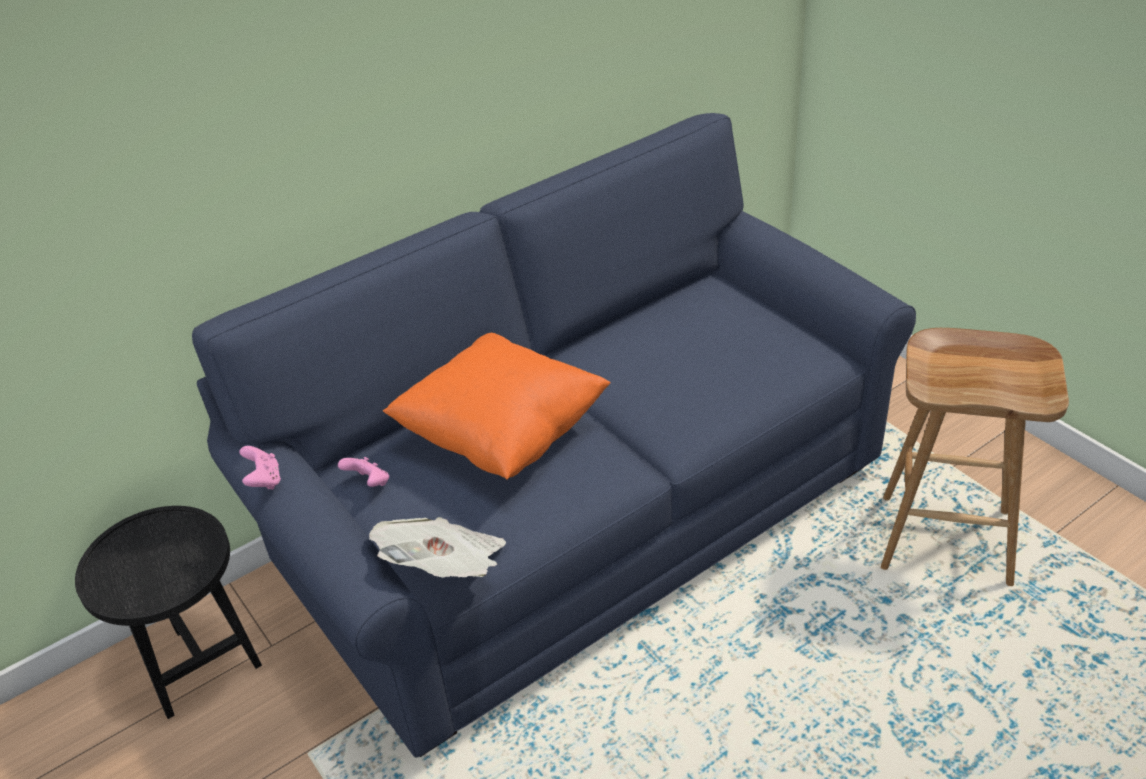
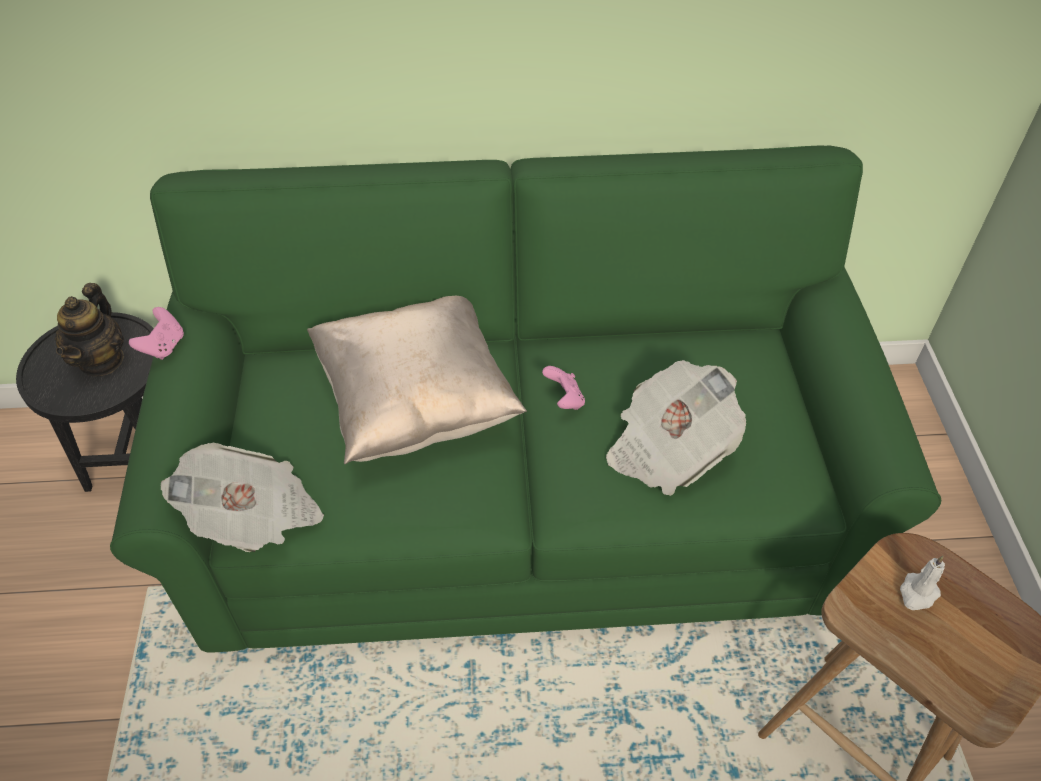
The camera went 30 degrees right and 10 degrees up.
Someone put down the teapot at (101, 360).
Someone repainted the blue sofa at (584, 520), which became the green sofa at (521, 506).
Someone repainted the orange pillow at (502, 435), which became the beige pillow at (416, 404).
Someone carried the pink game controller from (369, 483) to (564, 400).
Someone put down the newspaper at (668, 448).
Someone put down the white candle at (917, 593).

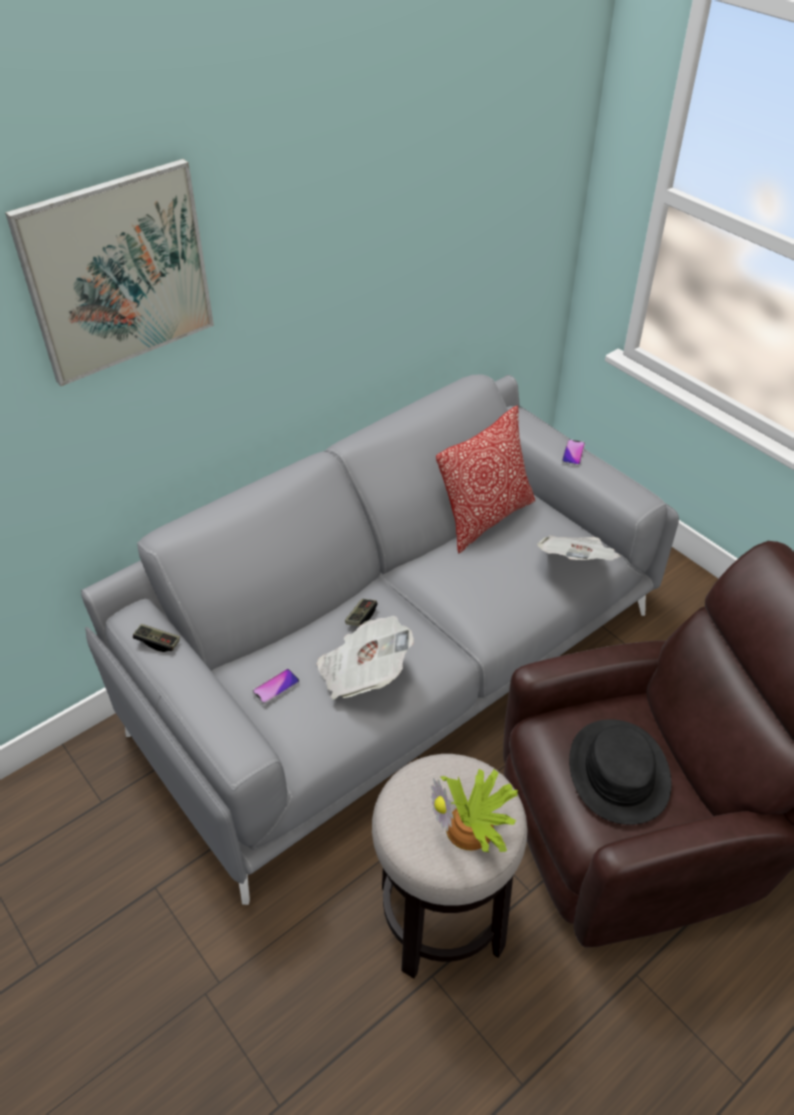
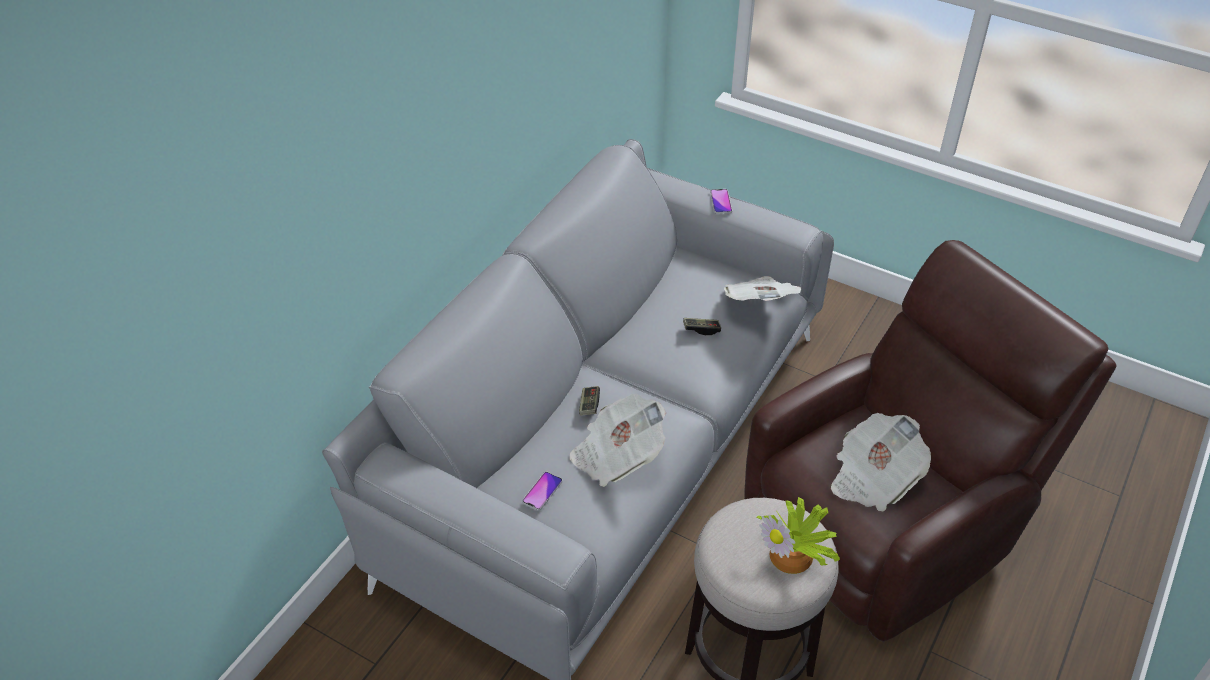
The camera went 20 degrees left and 0 degrees up.
Someone carried the game controller from (157, 642) to (701, 329).
Someone swapped the black hat at (618, 772) for the newspaper at (873, 477).
Someone took away the picture at (118, 273).
Someone took away the pillow at (485, 518).

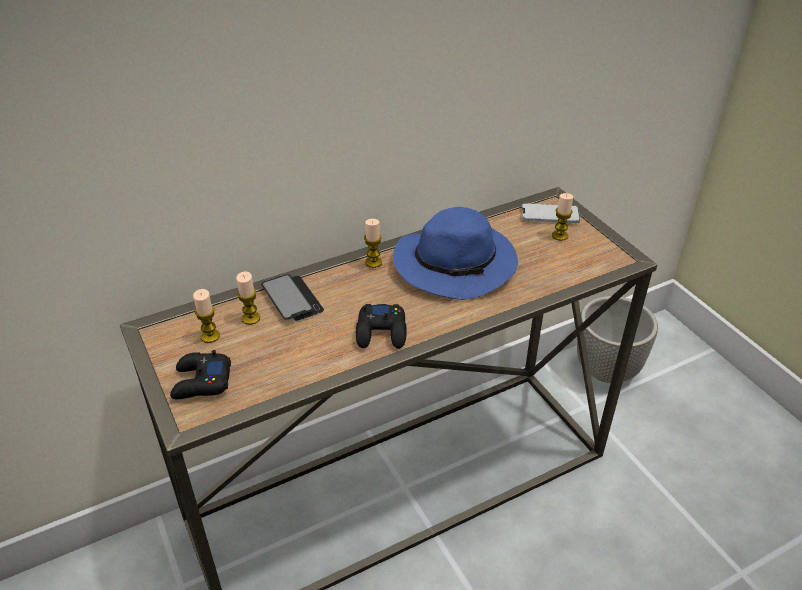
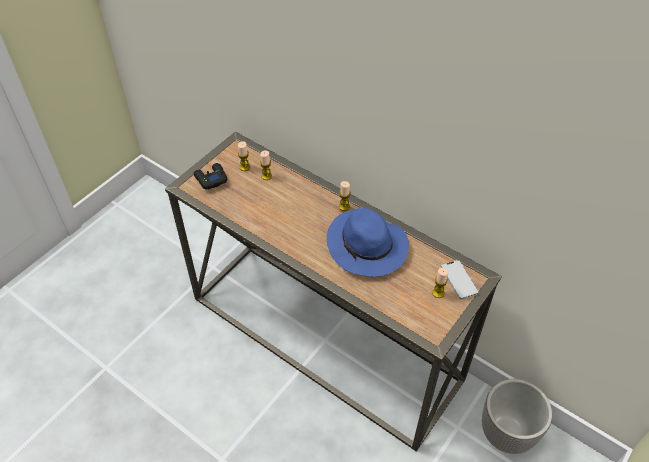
The camera went 65 degrees right and 10 degrees up.
Someone took away the phone at (292, 299).
Someone took away the black game controller at (382, 332).

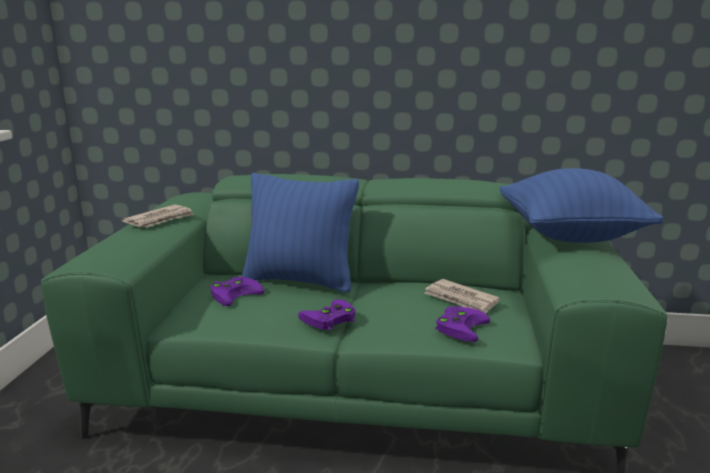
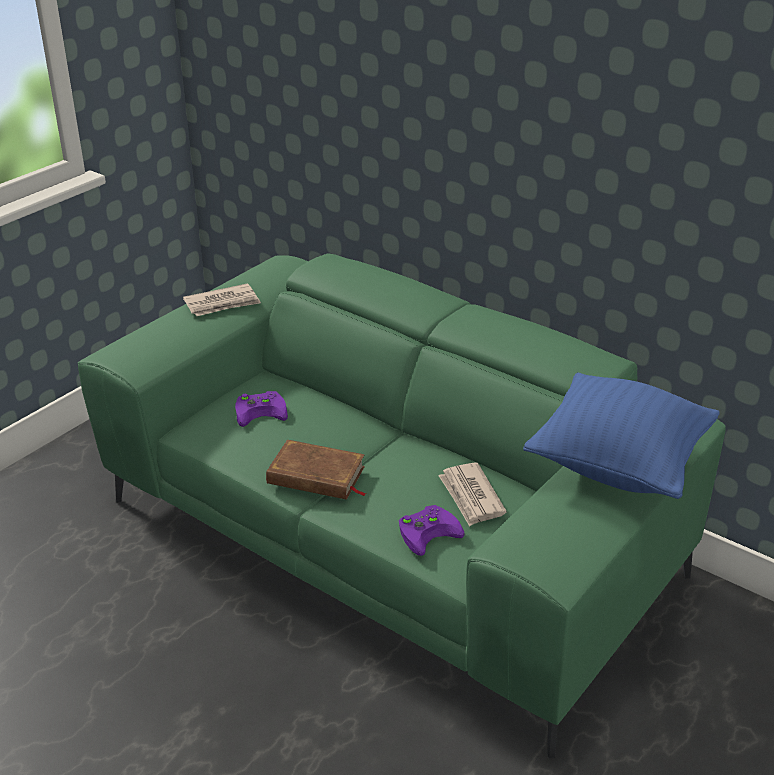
The camera went 30 degrees right and 15 degrees up.
Someone swapped the purple game controller at (328, 319) for the brown book at (316, 476).
Someone took away the blue pillow at (300, 280).

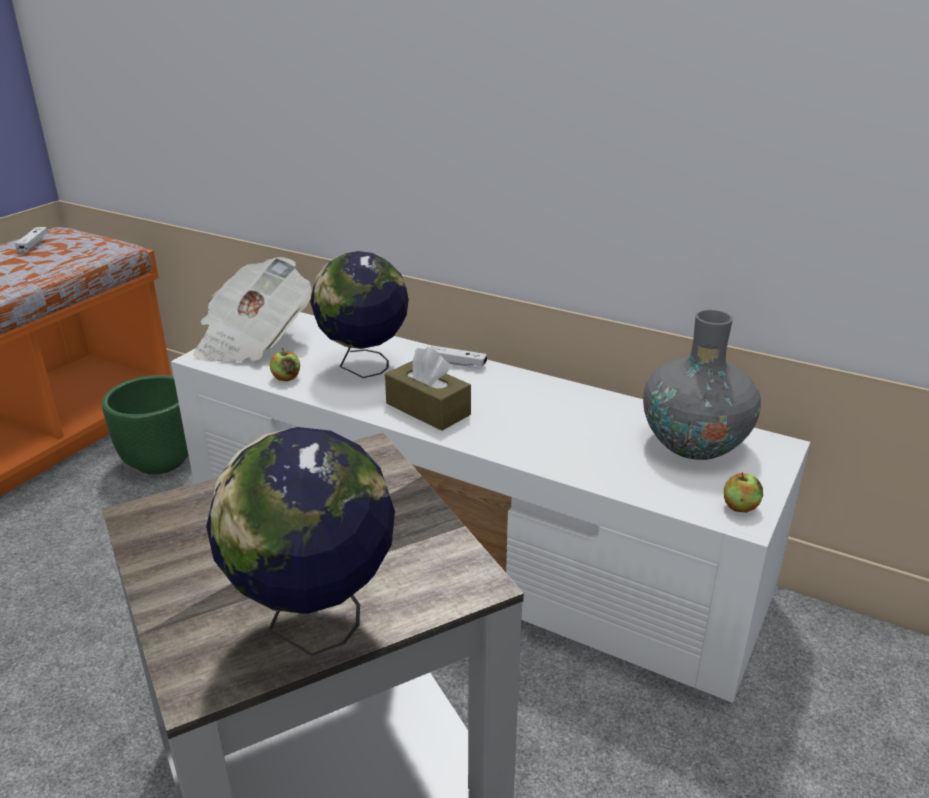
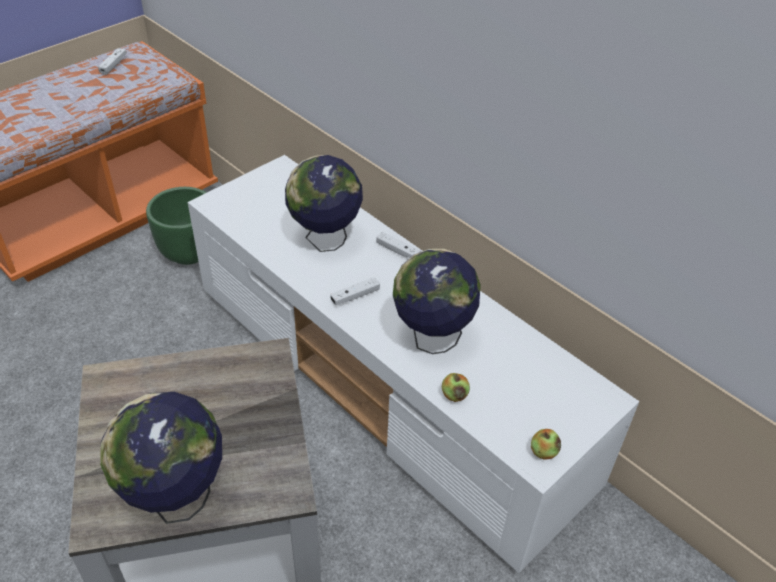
The camera went 15 degrees right and 15 degrees up.
Someone swapped the brown tissue box at (428, 409) for the white game controller at (355, 296).
Someone put down the globe at (431, 338).
Someone carried the apple from (286, 378) to (454, 395).
Someone took away the newspaper at (253, 341).
Someone took away the grey vase at (694, 443).

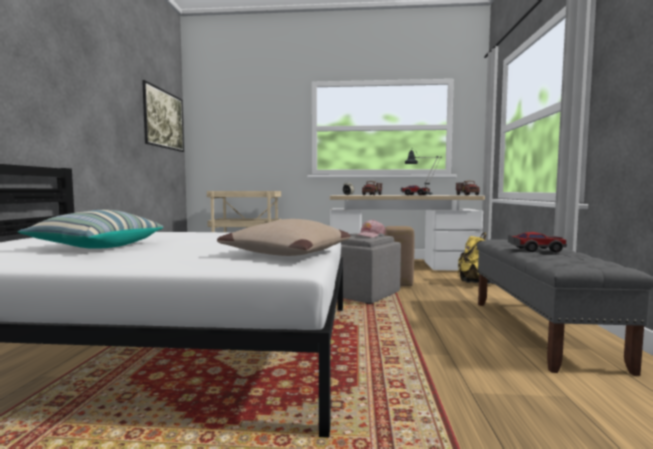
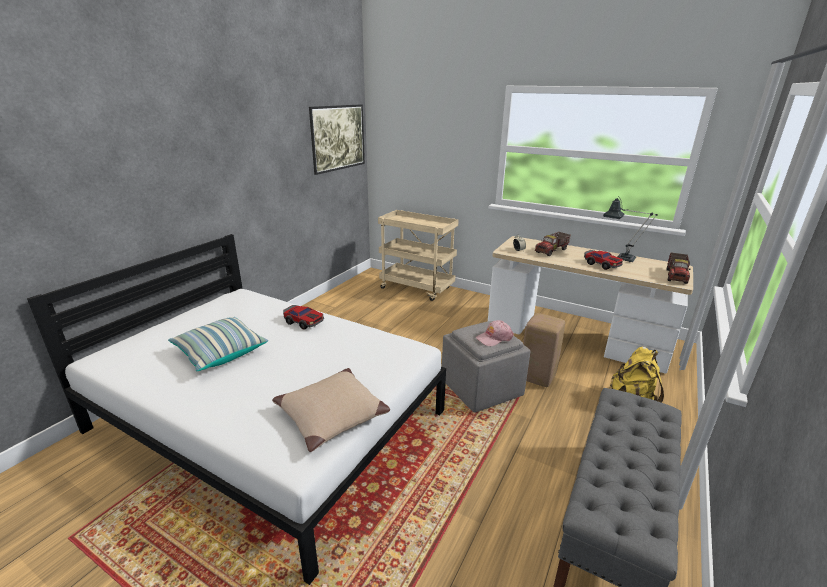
The camera went 25 degrees right and 20 degrees up.
Someone carried the toy car from (536, 249) to (304, 321).

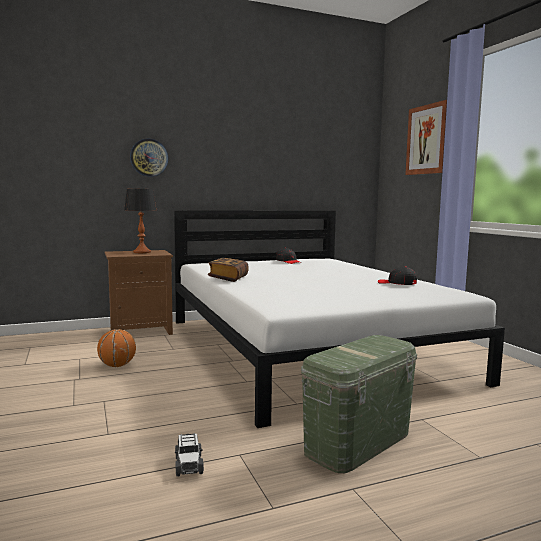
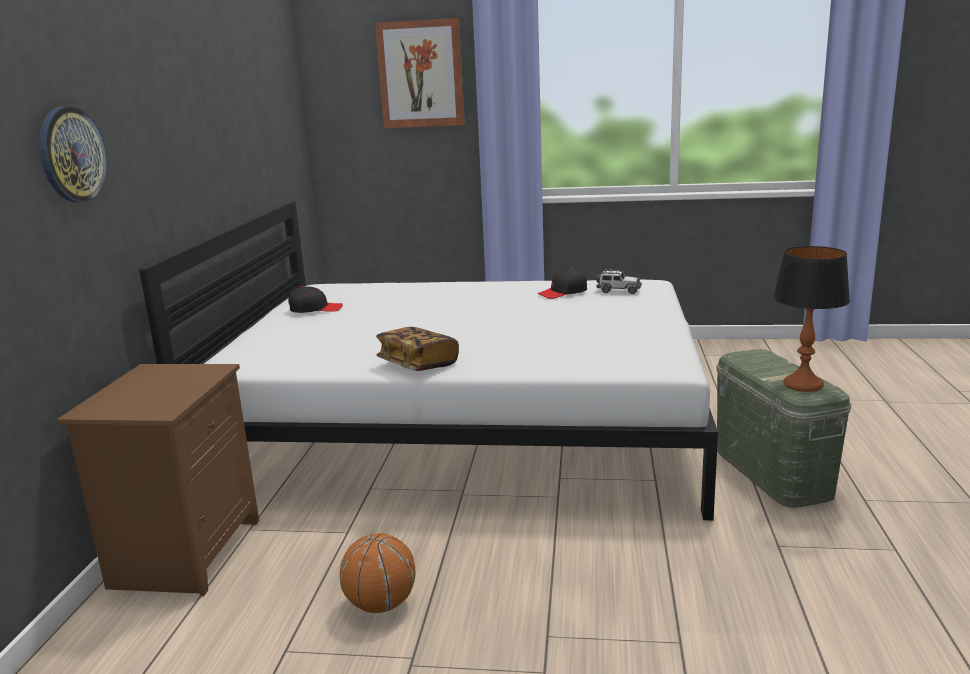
The camera went 60 degrees left and 10 degrees up.
Someone carried the toy car from (188, 464) to (618, 291).
Someone carried the table lamp from (142, 252) to (803, 384).

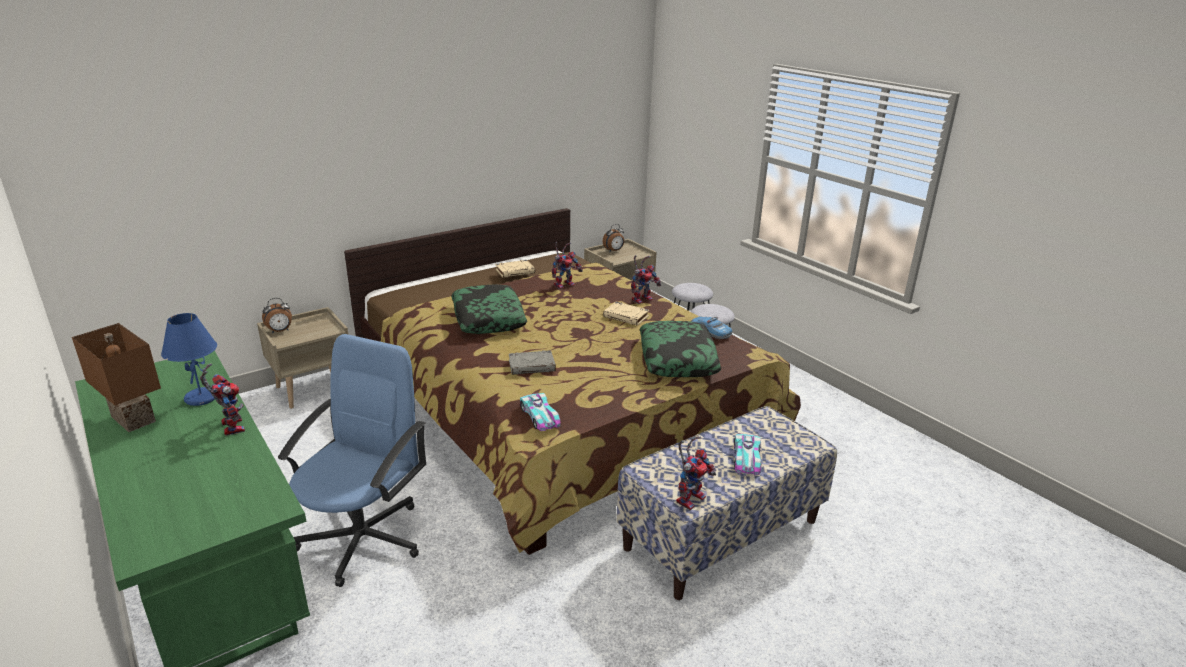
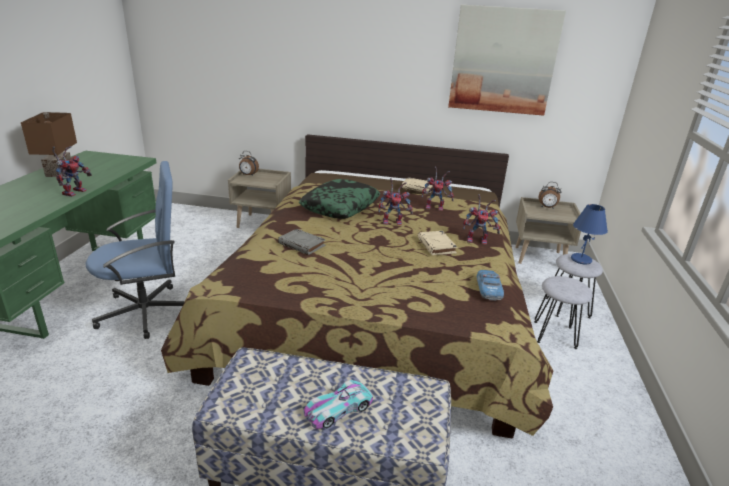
The camera went 45 degrees right and 0 degrees up.
Someone carried the toy robot from (690, 497) to (393, 222).
Someone put up the picture at (503, 61).
Someone carried the blue table lamp from (201, 398) to (581, 259).
Someone took away the toy car at (540, 416).
Someone took away the pillow at (678, 359).

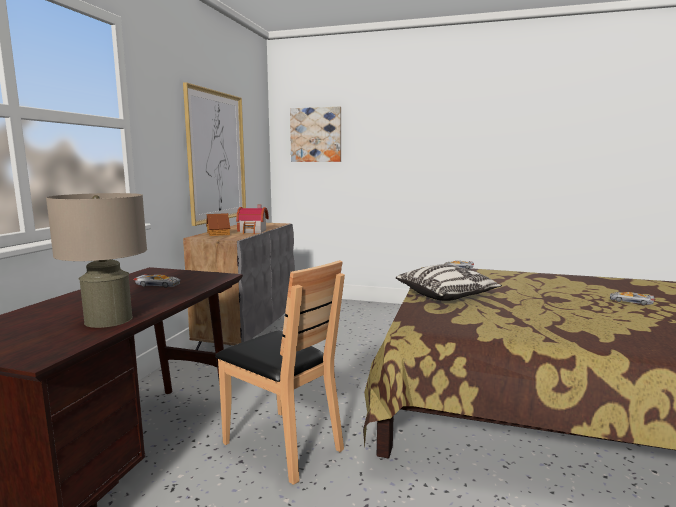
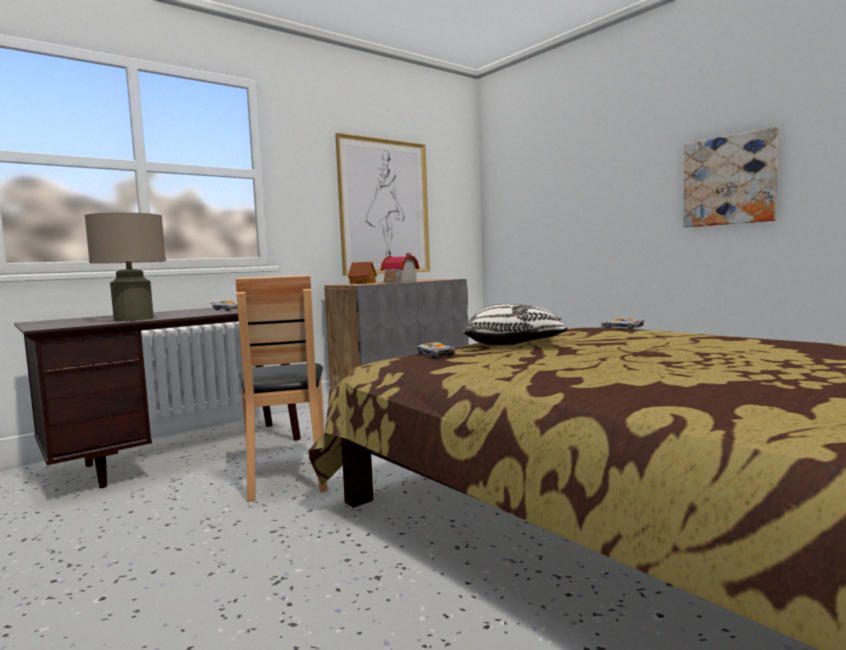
The camera went 35 degrees right and 5 degrees down.
Someone carried the toy car from (630, 301) to (434, 354).
Someone carried the picture from (316, 135) to (729, 180).

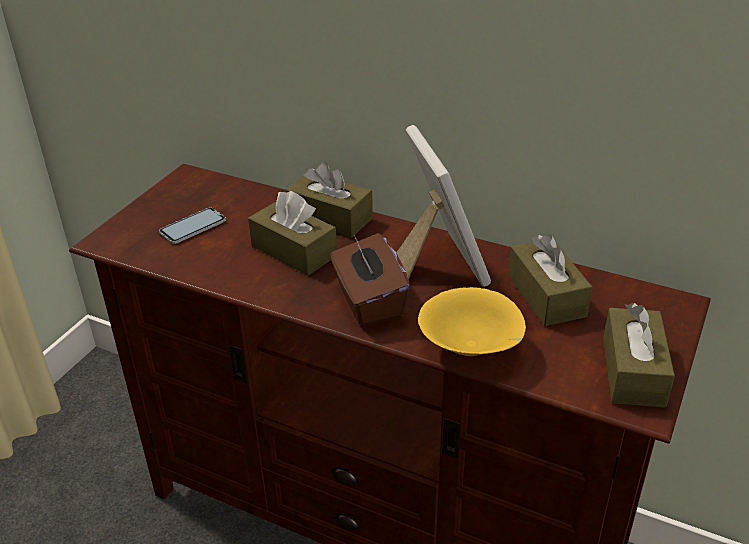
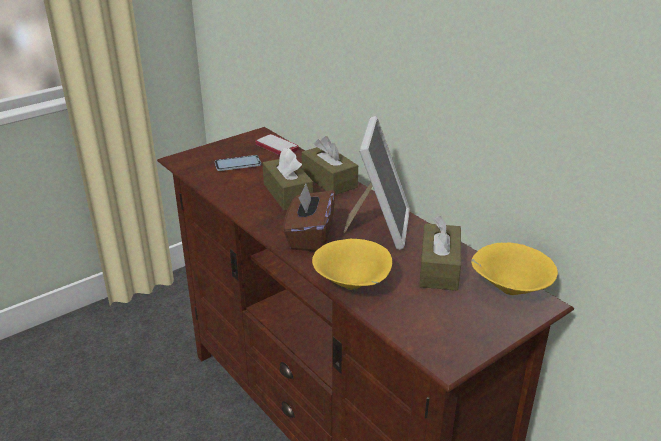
The camera went 25 degrees right and 5 degrees down.
Someone put down the phone at (276, 146).
Someone put down the yellow bowl at (508, 289).
Someone took away the brown tissue box at (633, 371).

